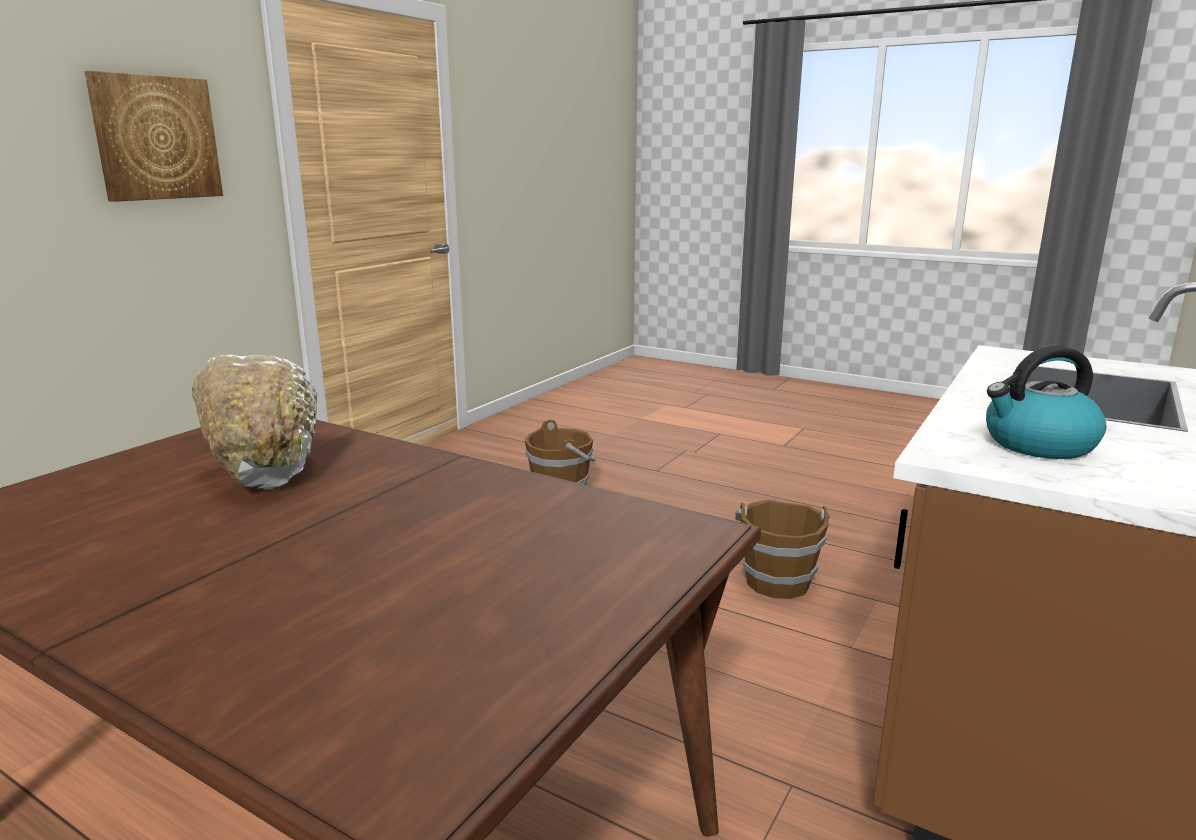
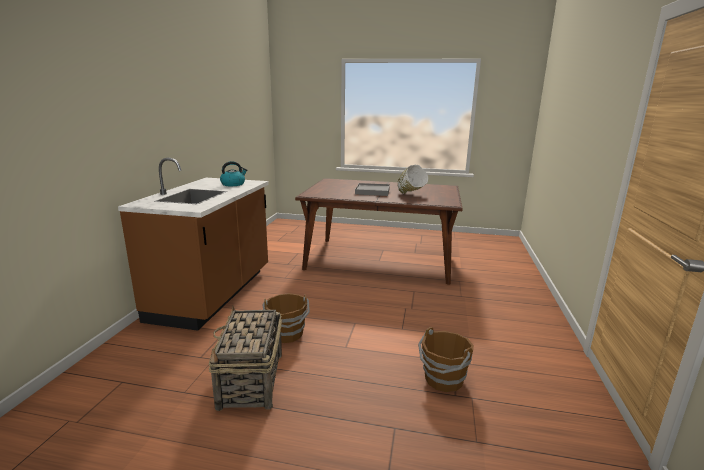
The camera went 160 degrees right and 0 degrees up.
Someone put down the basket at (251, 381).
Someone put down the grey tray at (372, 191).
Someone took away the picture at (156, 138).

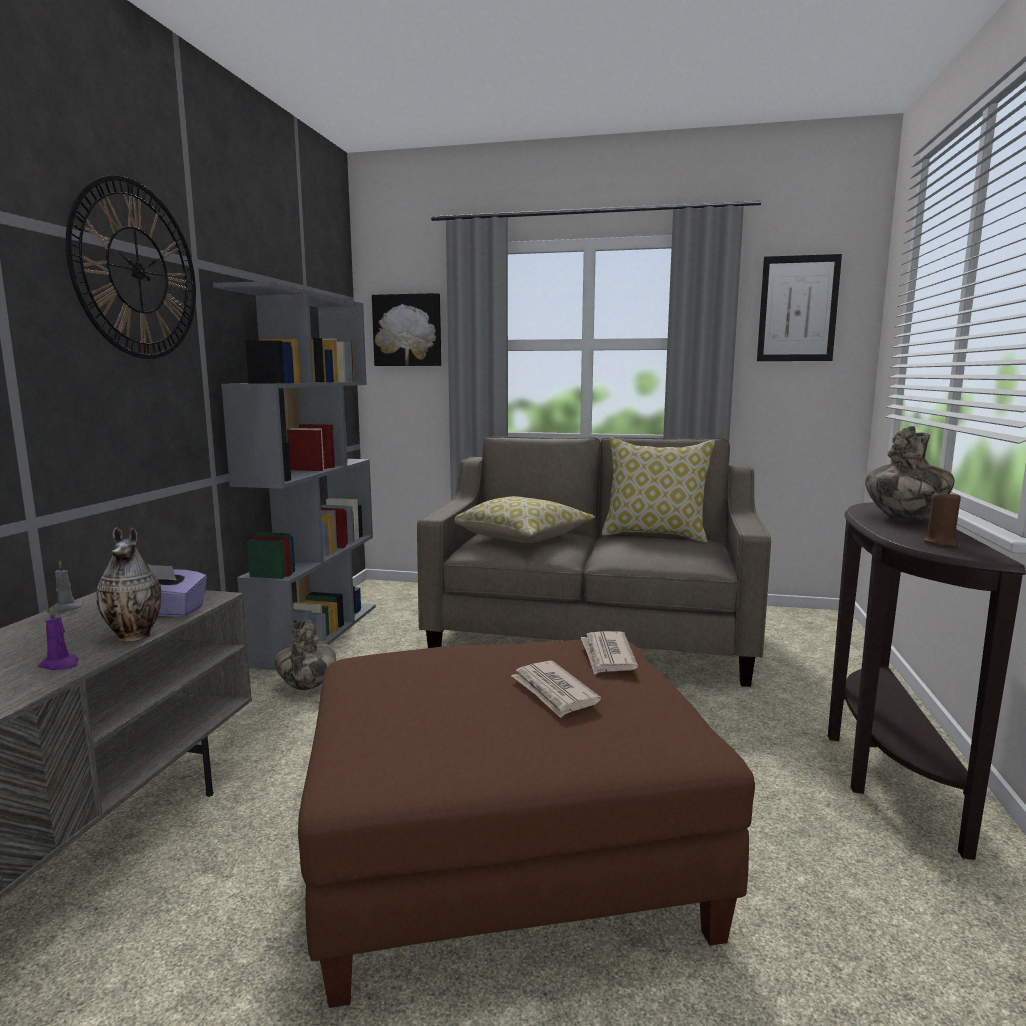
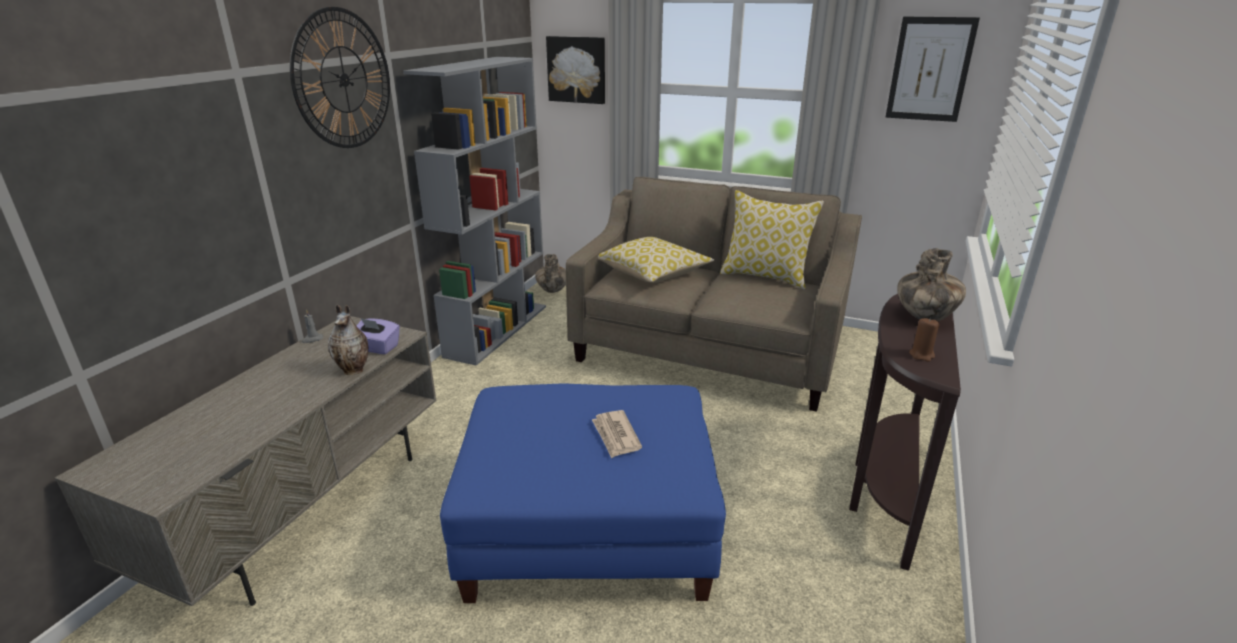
The camera went 10 degrees right and 15 degrees up.
Someone repainted the brown ottoman at (507, 856), which became the blue ottoman at (589, 526).
Someone carried the vase from (307, 686) to (552, 290).
Someone took away the purple candle at (60, 665).
Someone took away the newspaper at (607, 656).

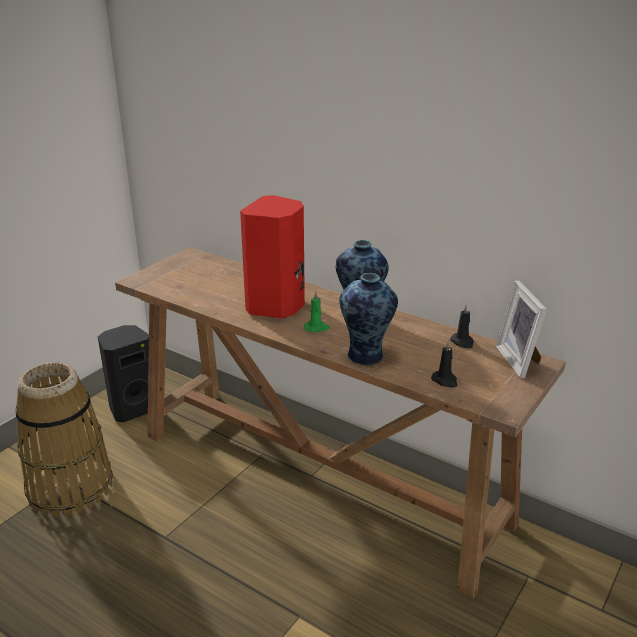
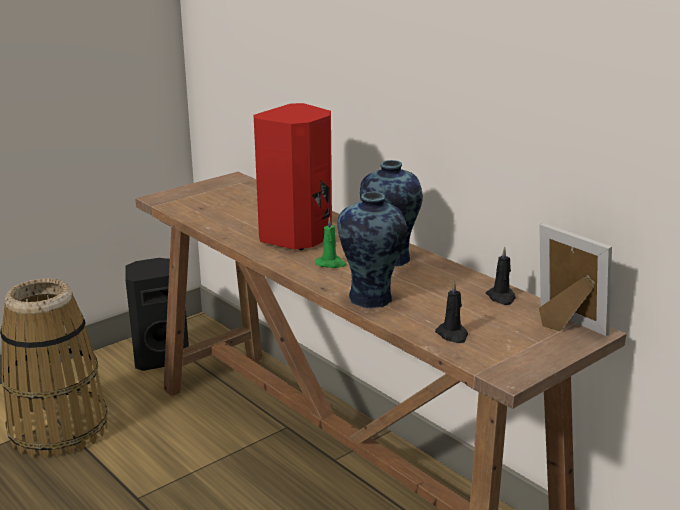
The camera went 15 degrees right and 5 degrees down.
Someone rotated the picture frame at (520, 360) by 135 degrees clockwise.

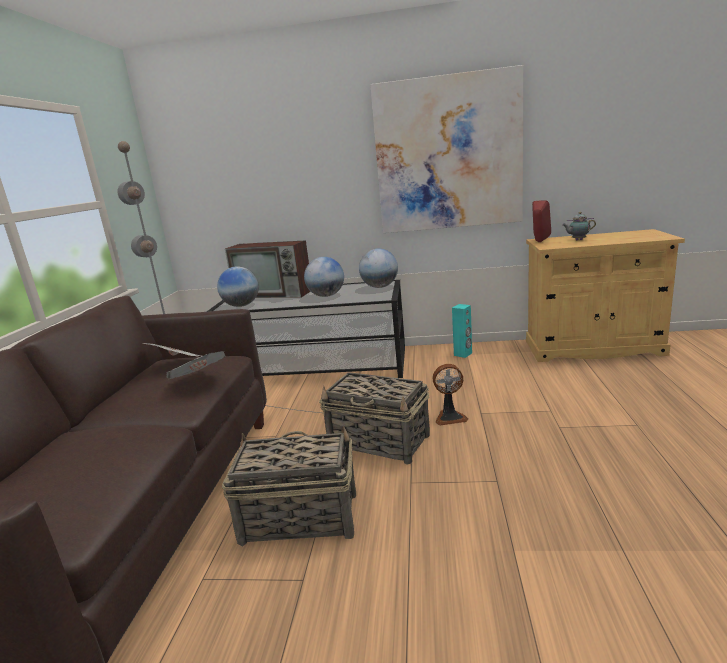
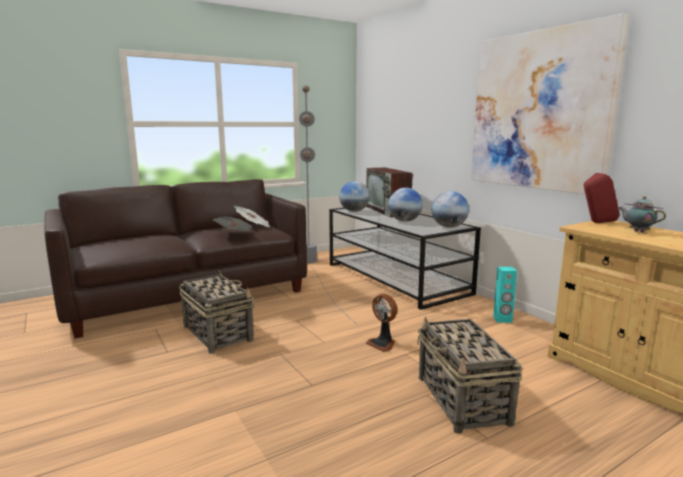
The camera went 50 degrees right and 5 degrees down.
Someone carried the basket from (380, 442) to (463, 400).

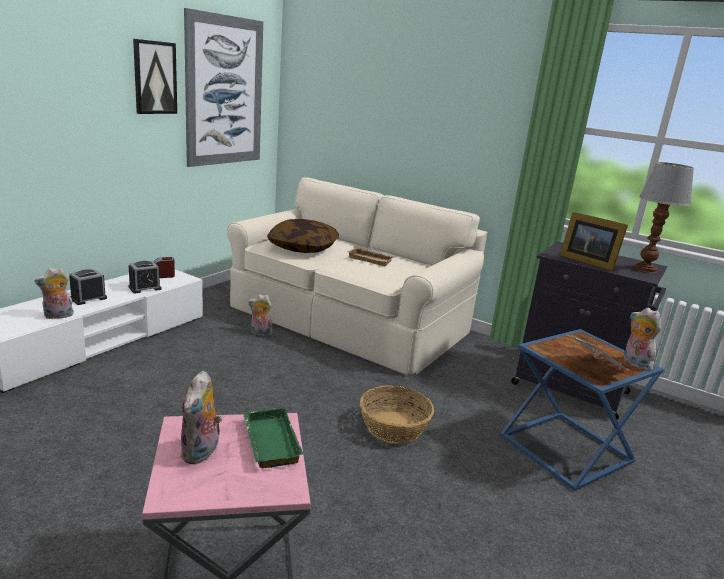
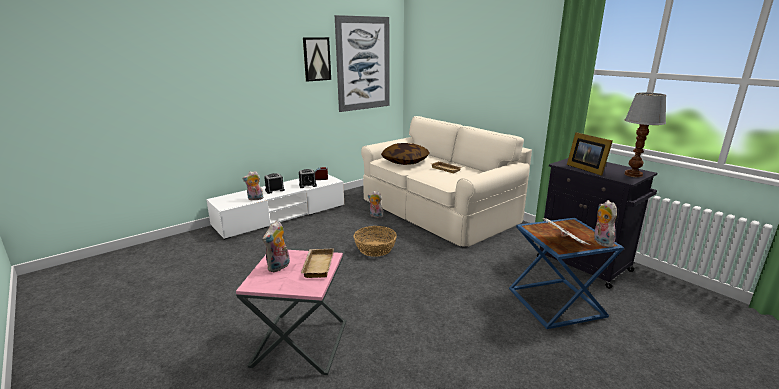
The camera went 20 degrees right and 0 degrees up.
Someone repainted the green tray at (268, 442), which became the beige tray at (317, 265).
Someone carried the basket from (394, 426) to (375, 248).

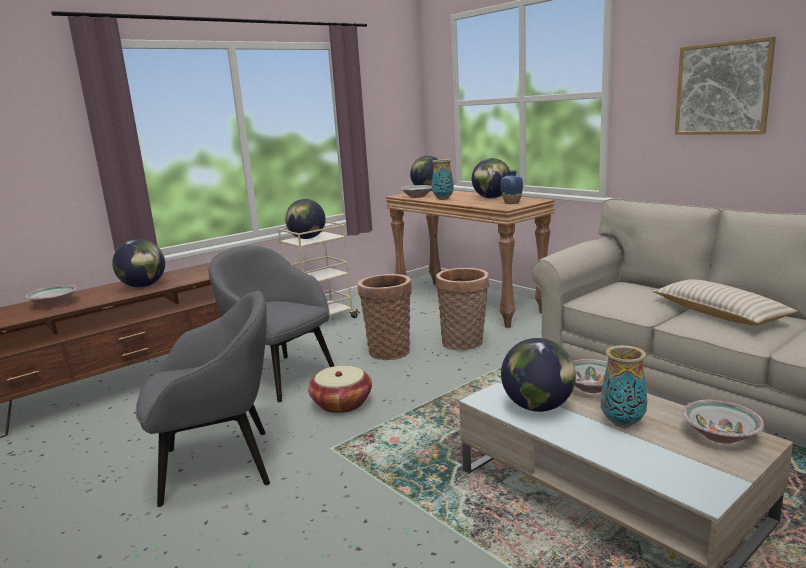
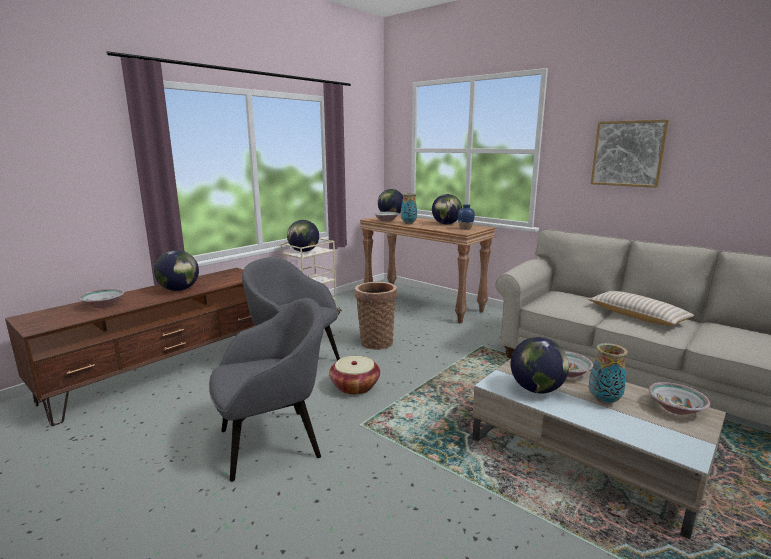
The camera went 10 degrees left and 0 degrees up.
Someone took away the basket at (464, 344).

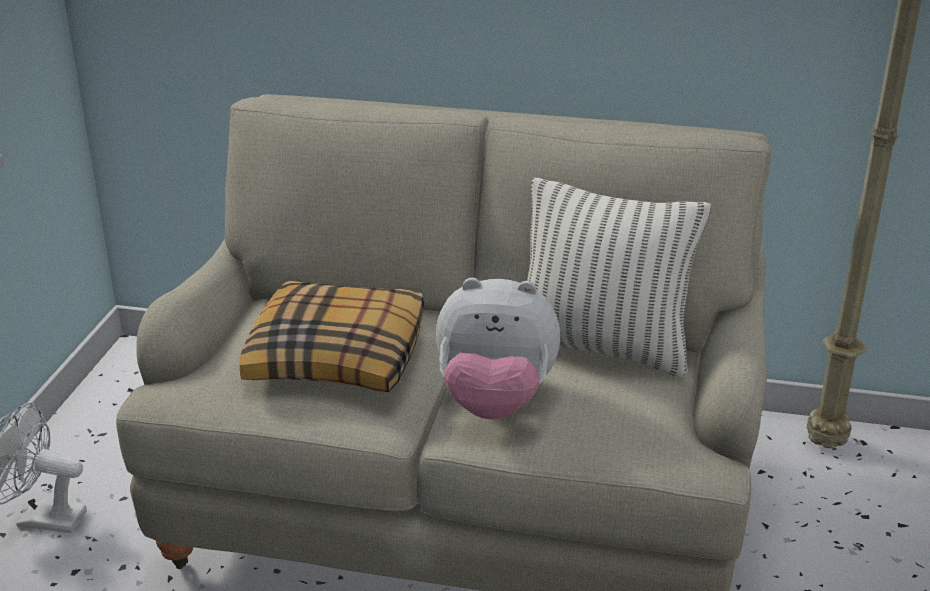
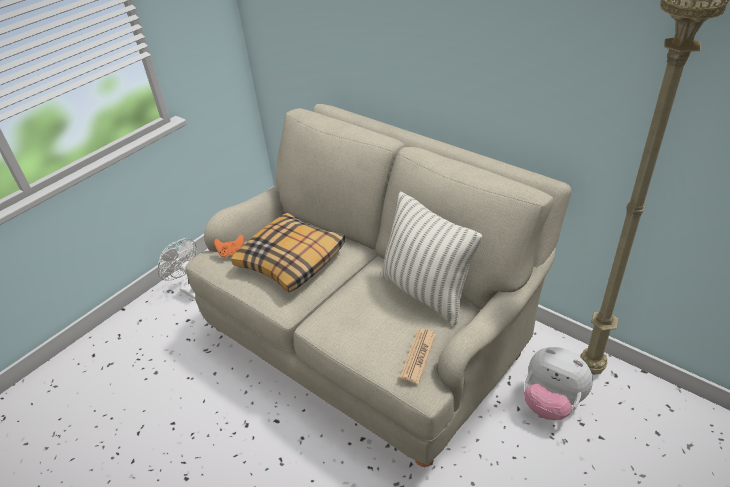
The camera went 30 degrees right and 10 degrees up.
Someone put down the orange game controller at (232, 253).
Someone put down the newspaper at (418, 356).
Someone carried the plush toy from (495, 402) to (551, 402).

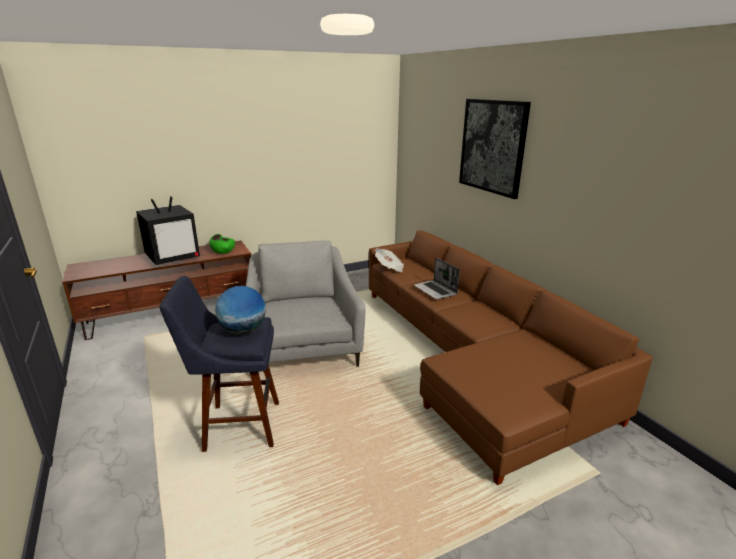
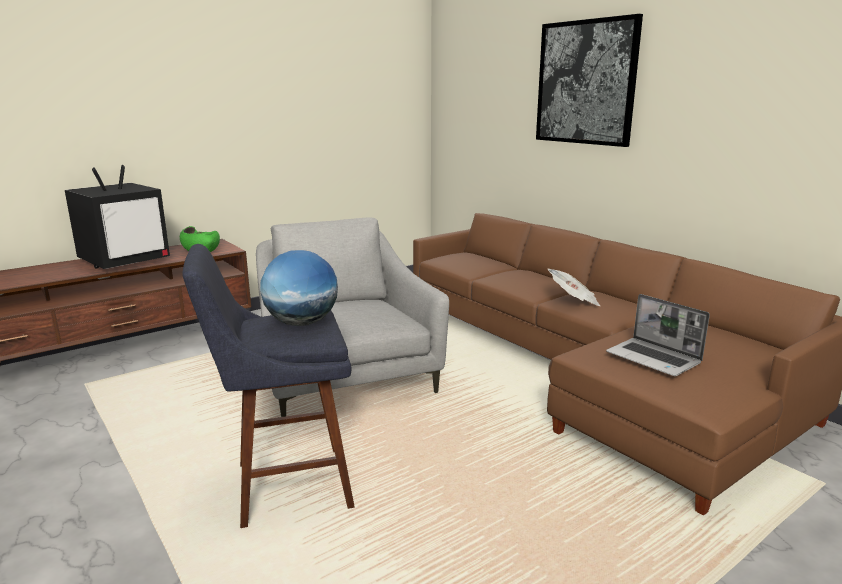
The camera went 10 degrees left and 5 degrees down.
Someone carried the newspaper from (389, 268) to (573, 301).
Someone carried the laptop from (435, 290) to (654, 359).

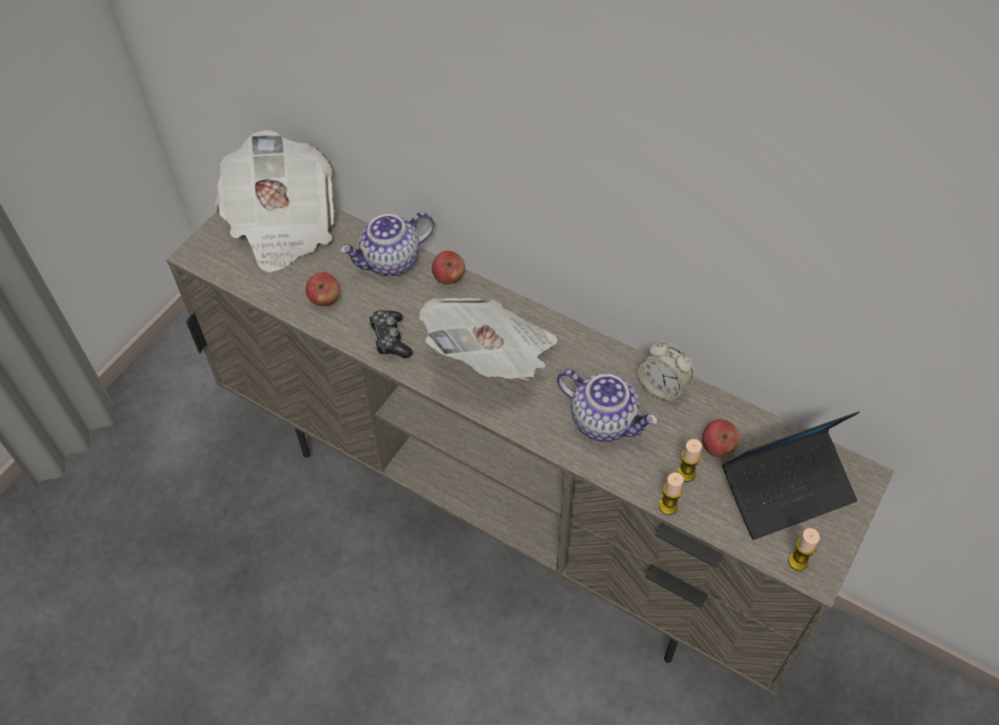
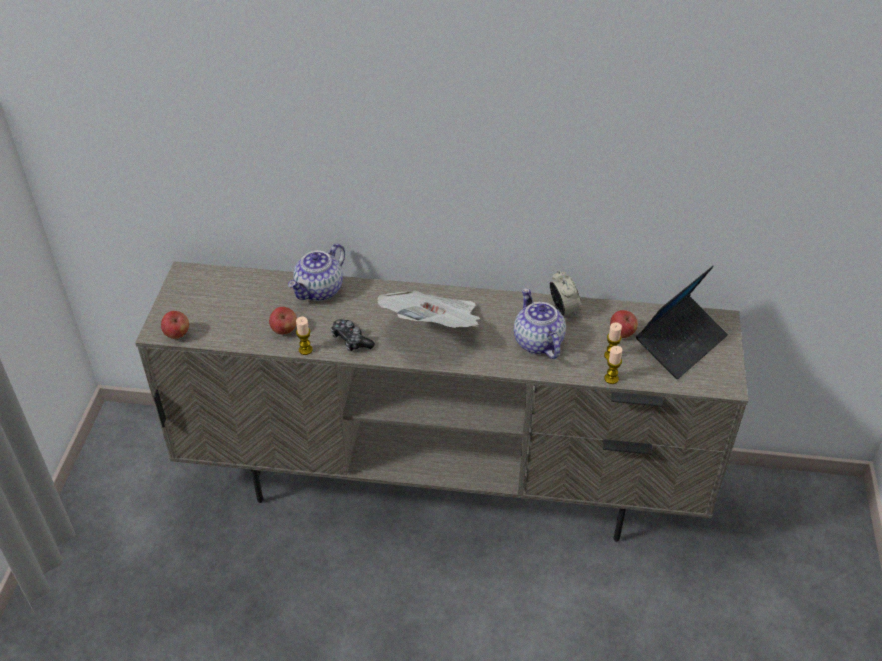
The camera went 25 degrees left and 10 degrees down.
Someone carried the apple from (449, 278) to (177, 334).
Someone carried the candle from (797, 561) to (305, 350).
Someone rotated the teapot at (604, 420) by 120 degrees counterclockwise.
Someone rotated the alarm clock at (662, 387) by 120 degrees counterclockwise.
Someone took away the newspaper at (282, 225).

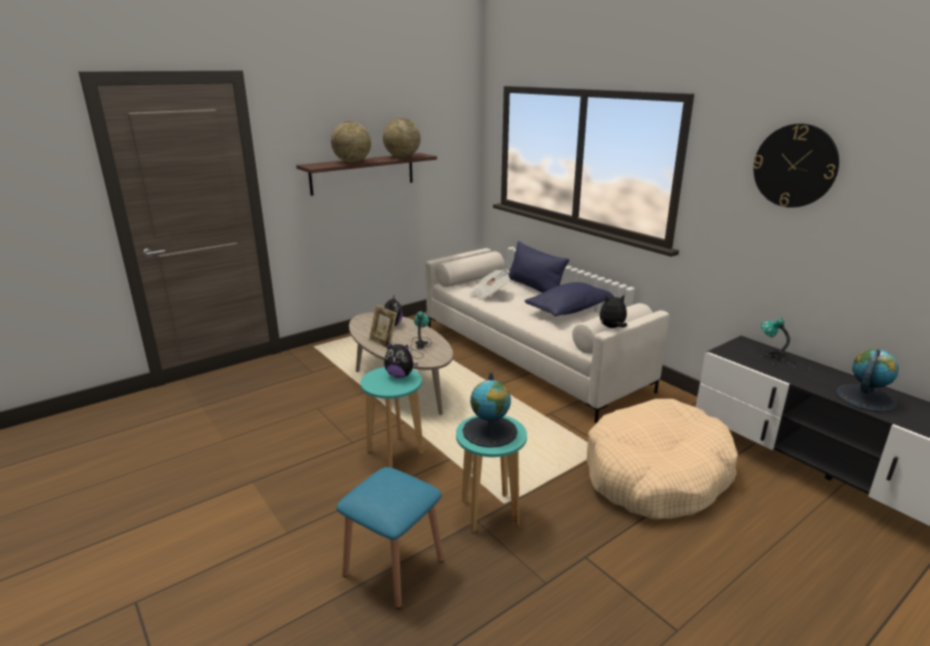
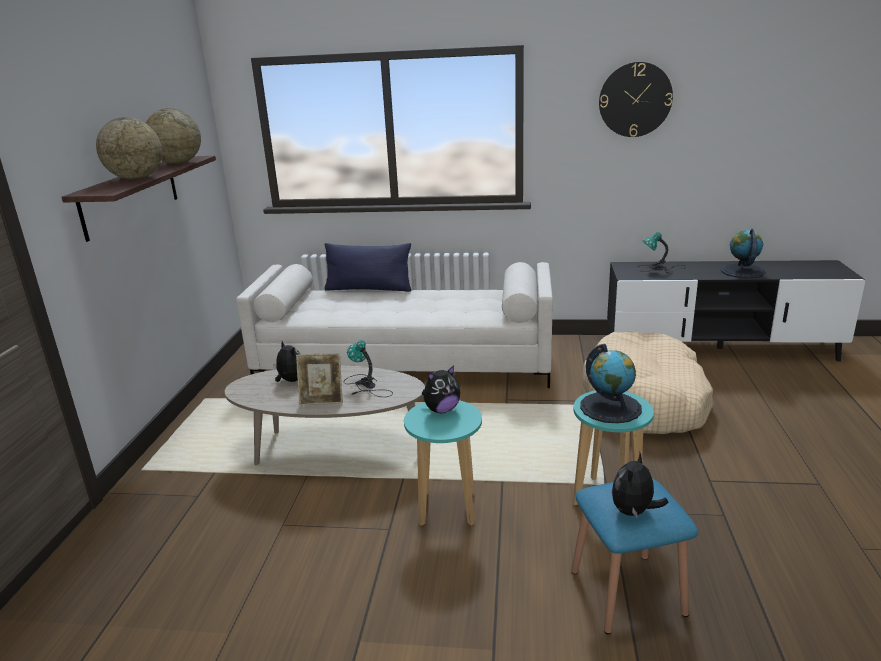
The camera went 45 degrees left and 0 degrees up.
Someone carried the plush toy from (612, 328) to (634, 512).
Someone took away the newspaper at (489, 294).
Someone took away the blue pillow at (569, 310).

